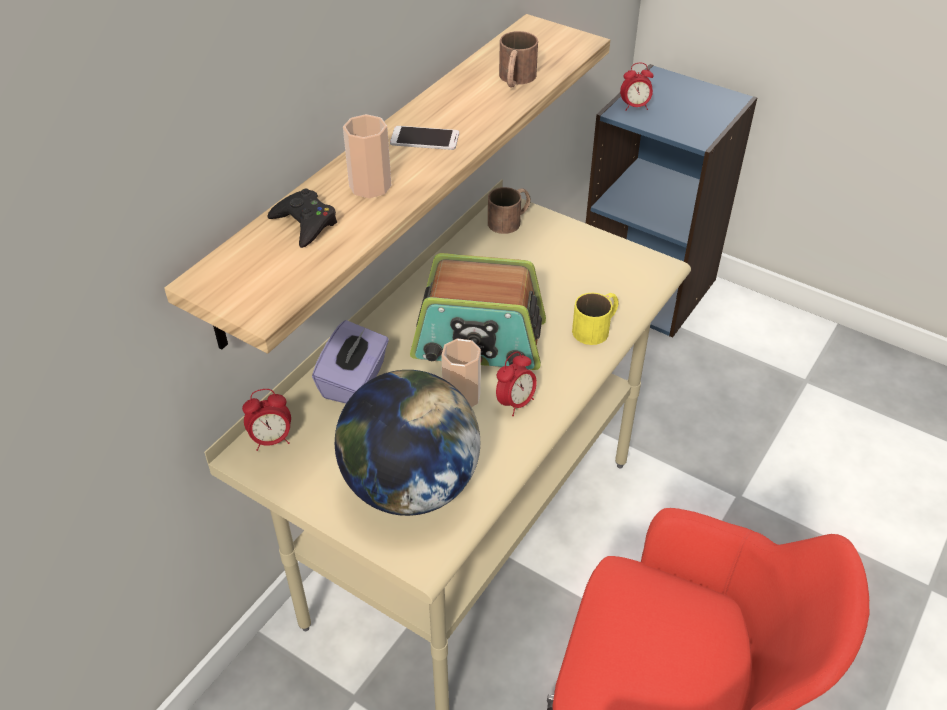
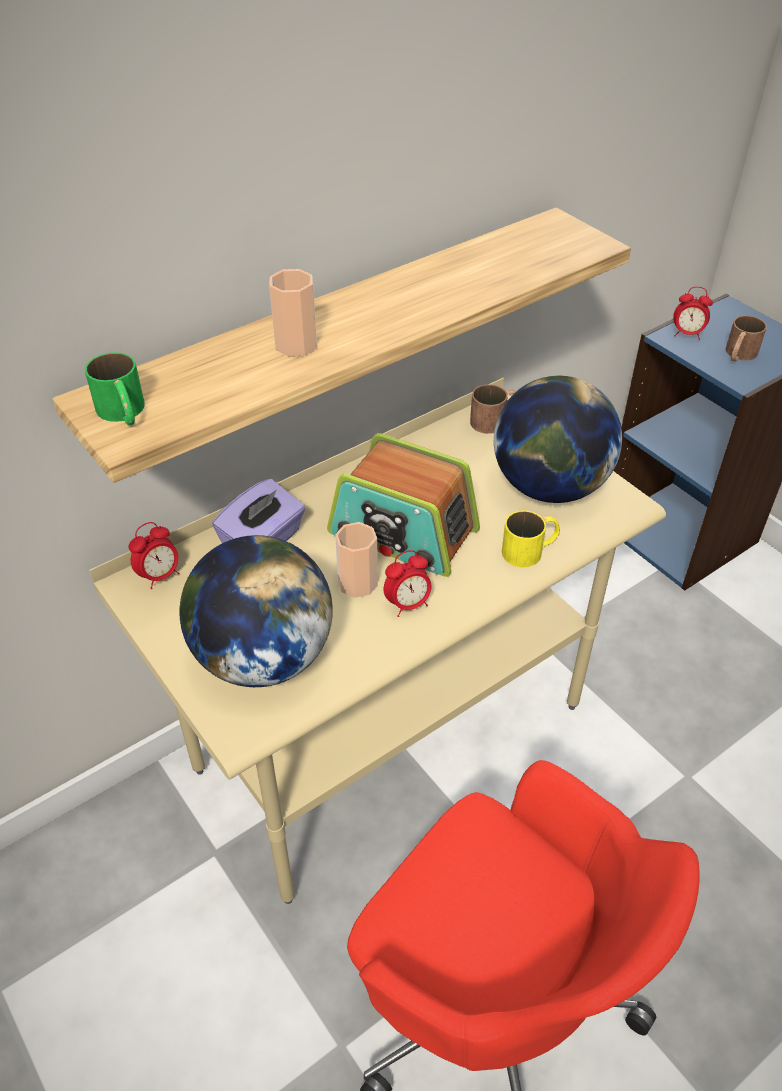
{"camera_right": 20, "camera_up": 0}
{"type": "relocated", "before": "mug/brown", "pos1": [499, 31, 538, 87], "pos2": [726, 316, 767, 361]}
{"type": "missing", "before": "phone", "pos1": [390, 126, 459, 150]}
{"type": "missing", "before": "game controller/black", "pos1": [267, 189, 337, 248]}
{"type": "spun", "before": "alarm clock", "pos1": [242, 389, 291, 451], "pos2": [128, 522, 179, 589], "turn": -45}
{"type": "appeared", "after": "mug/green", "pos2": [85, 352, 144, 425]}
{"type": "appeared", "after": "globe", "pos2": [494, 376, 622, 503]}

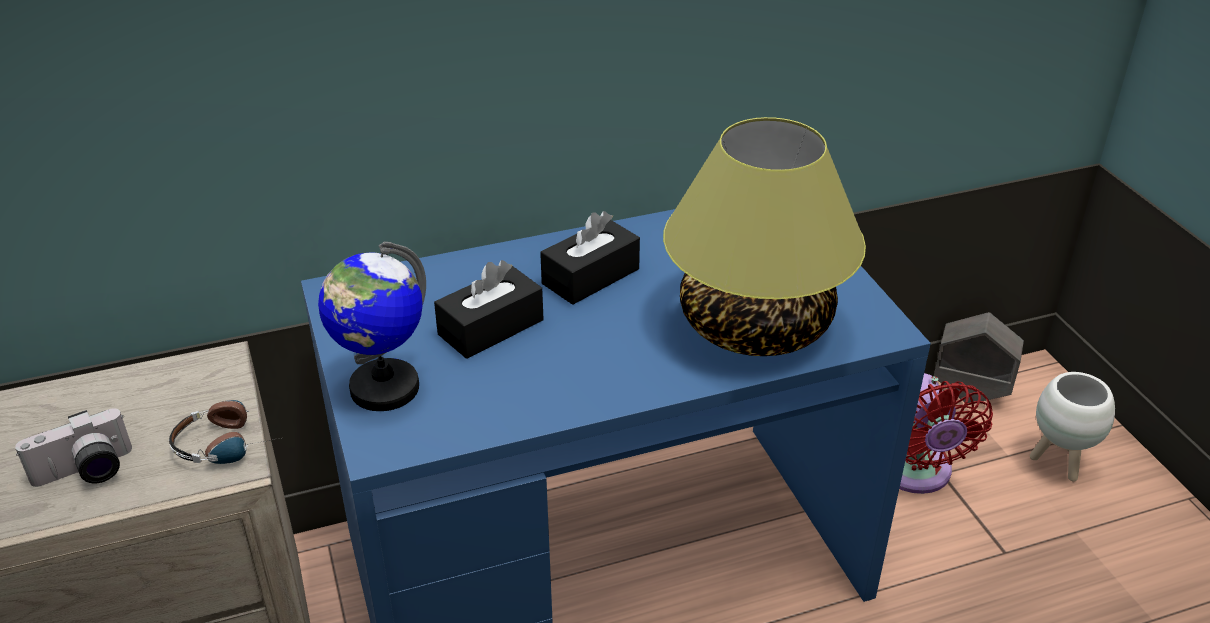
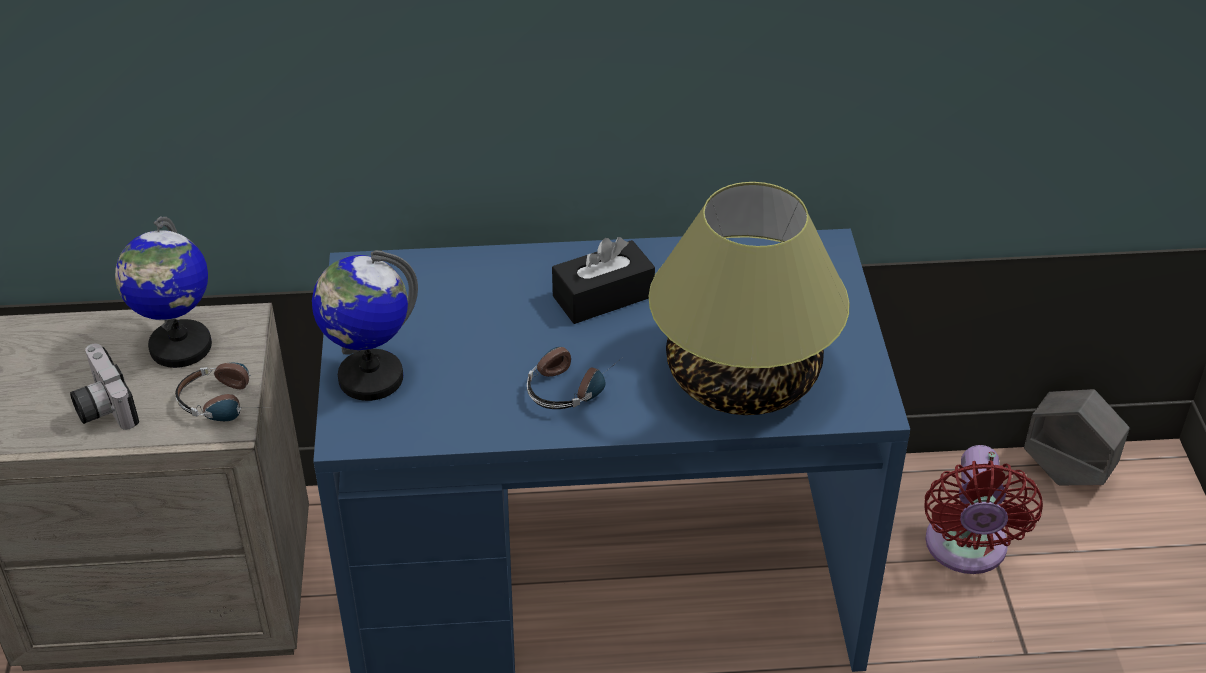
{"camera_right": 15, "camera_up": 5}
{"type": "missing", "before": "tissue box/black", "pos1": [434, 260, 544, 359]}
{"type": "missing", "before": "planter/white", "pos1": [1030, 372, 1115, 482]}
{"type": "spun", "before": "photo camera", "pos1": [15, 408, 132, 487], "pos2": [70, 343, 139, 430], "turn": 75}
{"type": "appeared", "after": "globe", "pos2": [115, 216, 212, 368]}
{"type": "appeared", "after": "headphones", "pos2": [527, 347, 618, 409]}

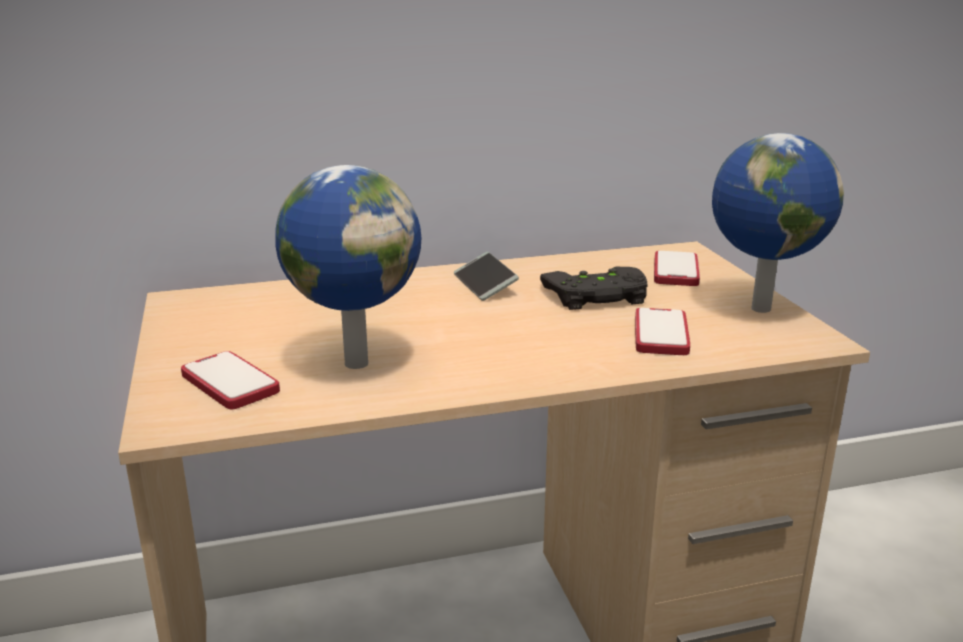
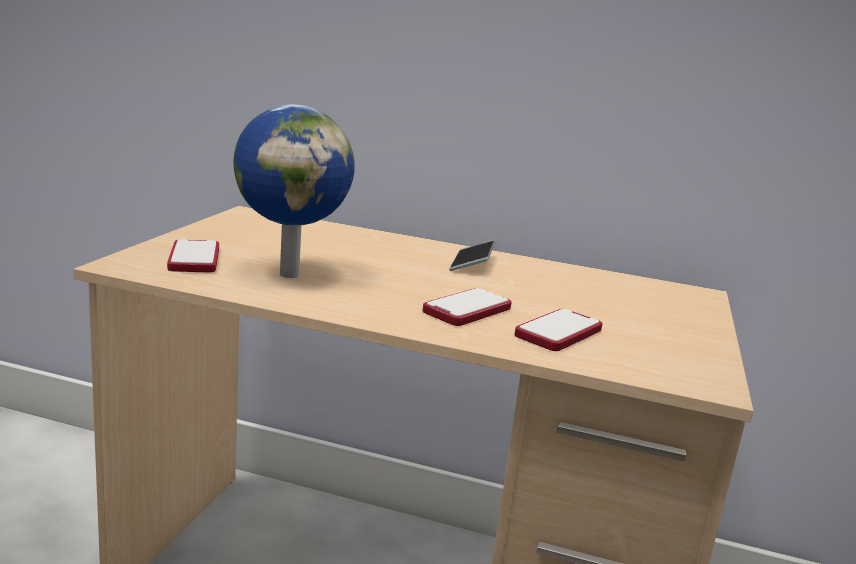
{"camera_right": 30, "camera_up": -5}
{"type": "missing", "before": "globe", "pos1": [712, 133, 844, 313]}
{"type": "relocated", "before": "phone", "pos1": [654, 251, 700, 286], "pos2": [423, 288, 512, 326]}
{"type": "missing", "before": "game controller/black", "pos1": [540, 267, 647, 310]}

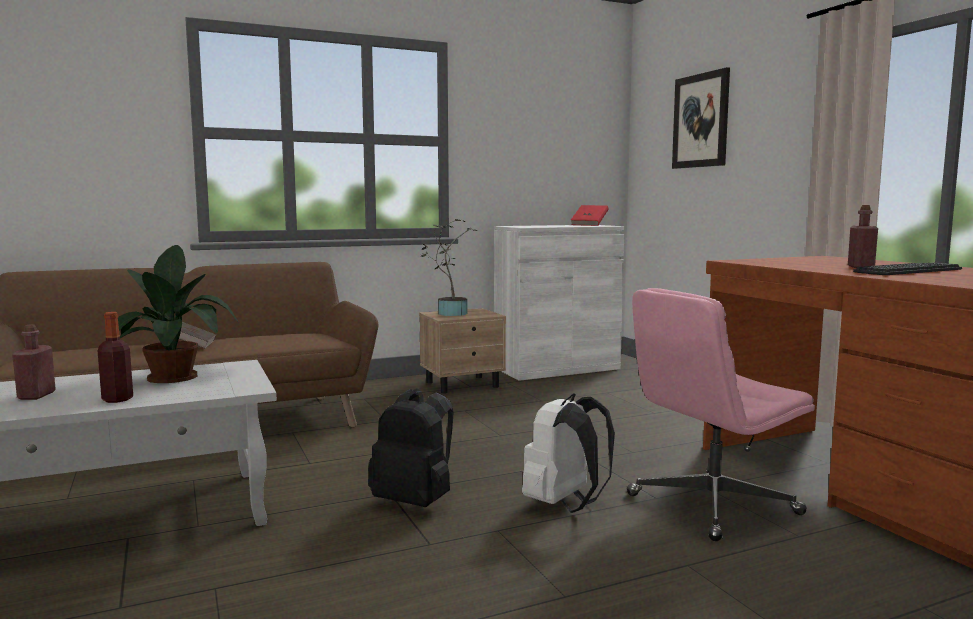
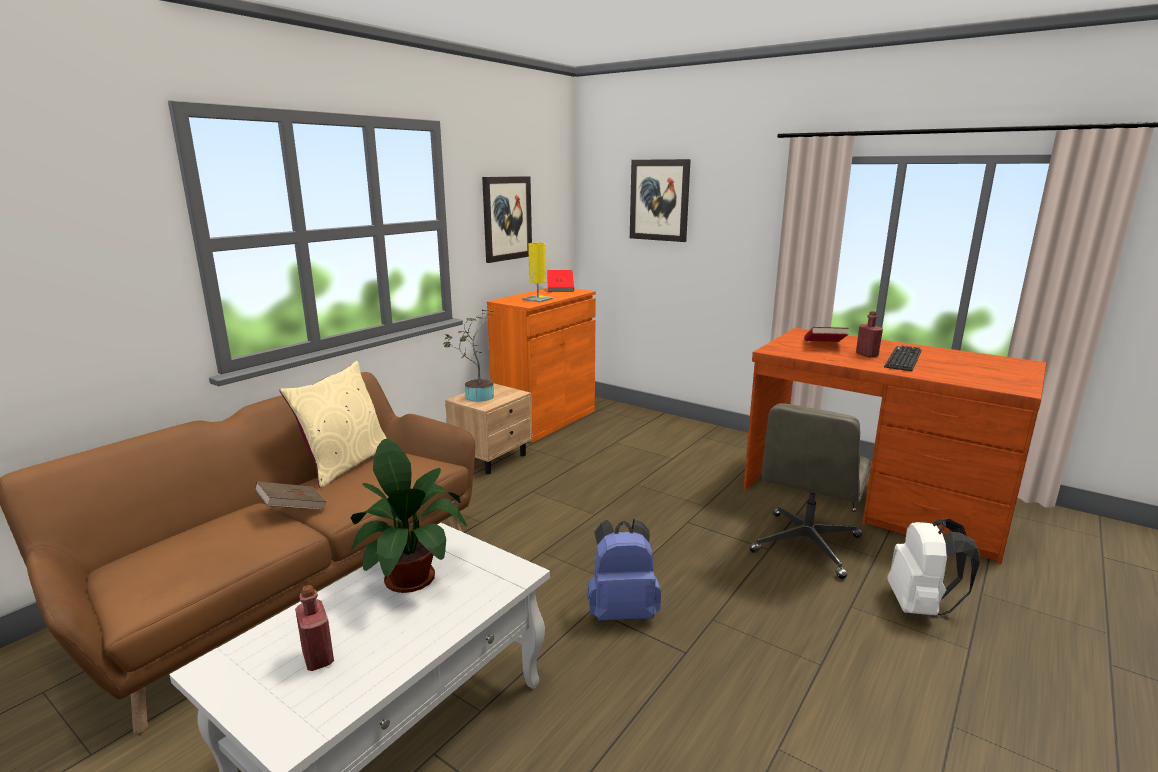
{"camera_right": -30, "camera_up": 10}
{"type": "colour", "before": "cabinet/white", "after": "cabinet/orange", "pos1": [494, 225, 625, 381], "pos2": [487, 288, 596, 443]}
{"type": "colour", "before": "office chair/pink", "after": "office chair/grey", "pos1": [627, 288, 815, 541], "pos2": [749, 403, 871, 579]}
{"type": "missing", "before": "bottle", "pos1": [97, 312, 133, 403]}
{"type": "colour", "before": "backpack/black", "after": "backpack/blue", "pos1": [368, 388, 454, 507], "pos2": [587, 519, 661, 621]}
{"type": "relocated", "before": "backpack/white", "pos1": [522, 393, 615, 513], "pos2": [887, 519, 980, 616]}
{"type": "appeared", "after": "picture", "pos2": [482, 176, 532, 263]}
{"type": "appeared", "after": "table lamp/yellow", "pos2": [522, 243, 553, 303]}
{"type": "appeared", "after": "book/red", "pos2": [804, 327, 848, 342]}
{"type": "appeared", "after": "pillow/beige", "pos2": [280, 361, 387, 488]}

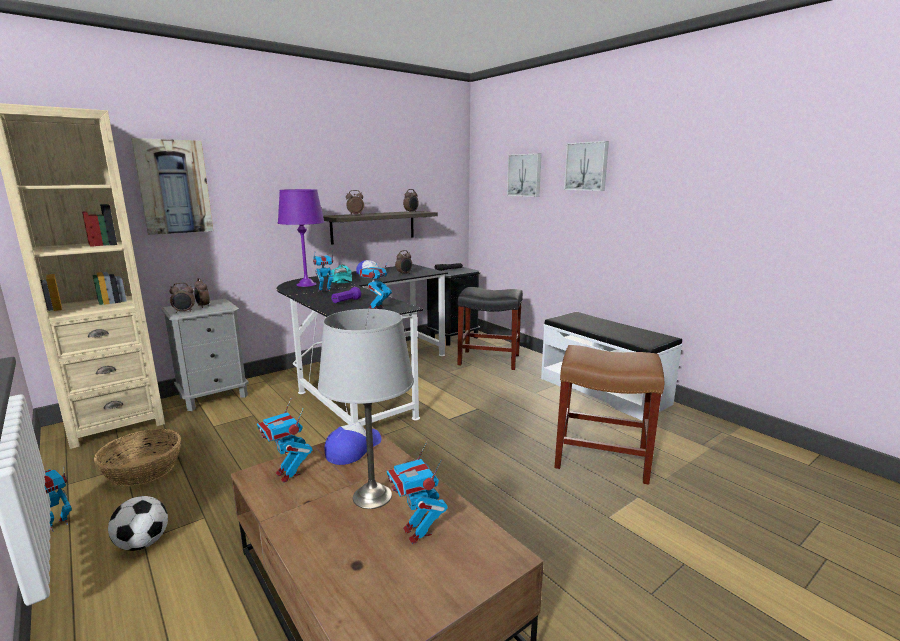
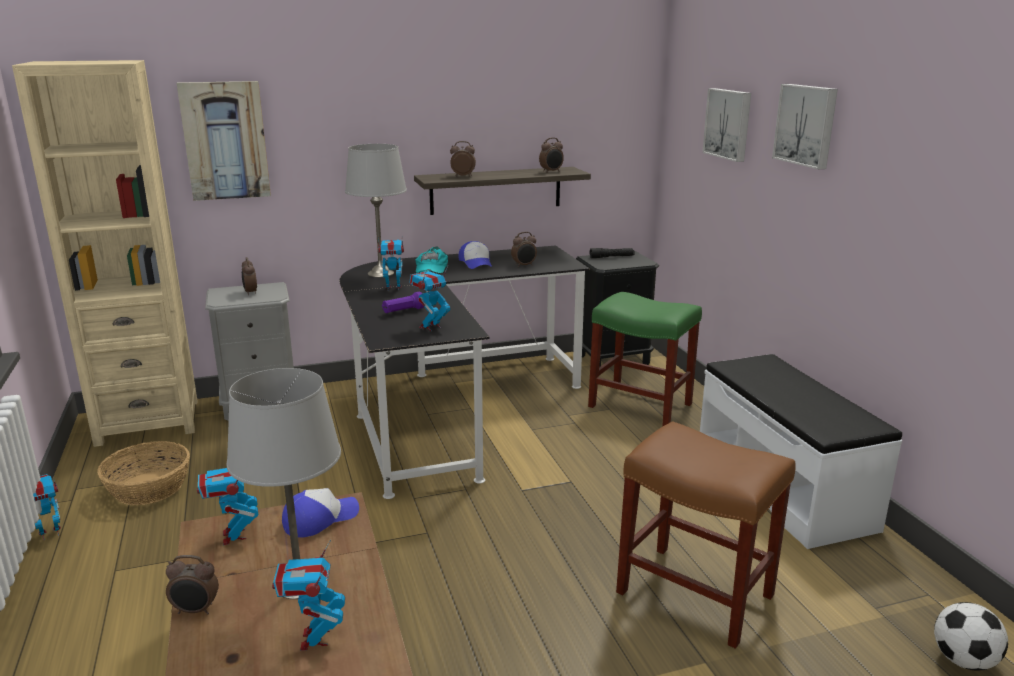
{"camera_right": 20, "camera_up": 5}
{"type": "colour", "before": "table lamp/purple", "after": "table lamp/grey", "pos1": [278, 189, 324, 287], "pos2": [345, 144, 407, 277]}
{"type": "relocated", "before": "alarm clock", "pos1": [169, 283, 195, 313], "pos2": [166, 555, 219, 615]}
{"type": "colour", "before": "stool/black", "after": "stool/green", "pos1": [458, 287, 523, 370], "pos2": [588, 292, 702, 427]}
{"type": "relocated", "before": "football", "pos1": [108, 496, 168, 551], "pos2": [934, 602, 1008, 671]}

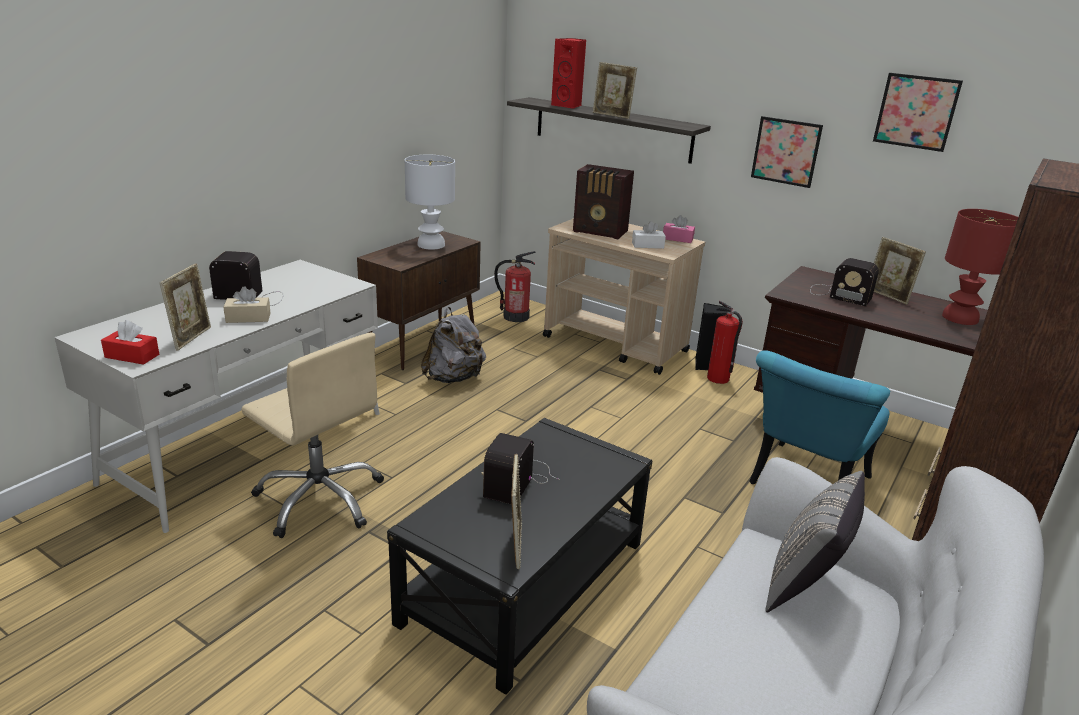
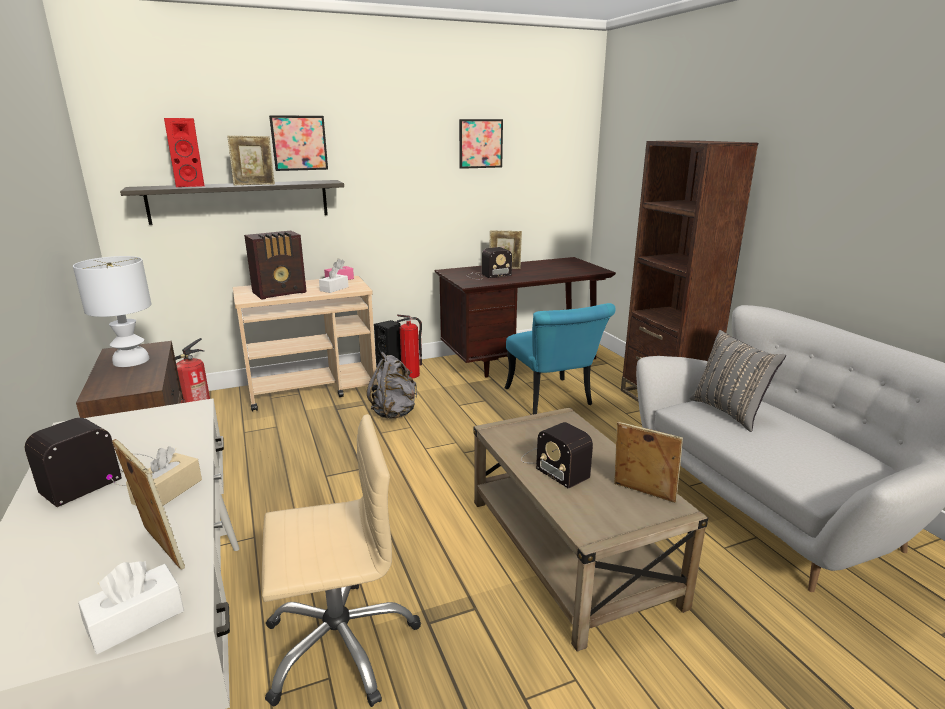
{"camera_right": -55, "camera_up": -5}
{"type": "relocated", "before": "picture", "pos1": [751, 116, 823, 188], "pos2": [269, 115, 328, 171]}
{"type": "missing", "before": "table lamp/red", "pos1": [942, 209, 1018, 325]}
{"type": "relocated", "before": "backpack/grey", "pos1": [421, 307, 486, 383], "pos2": [367, 352, 417, 419]}
{"type": "colour", "before": "tissue box/red", "after": "tissue box/white", "pos1": [101, 320, 159, 365], "pos2": [78, 561, 184, 654]}
{"type": "colour", "before": "coffee table/black", "after": "coffee table/beige", "pos1": [387, 418, 652, 695], "pos2": [474, 408, 708, 651]}

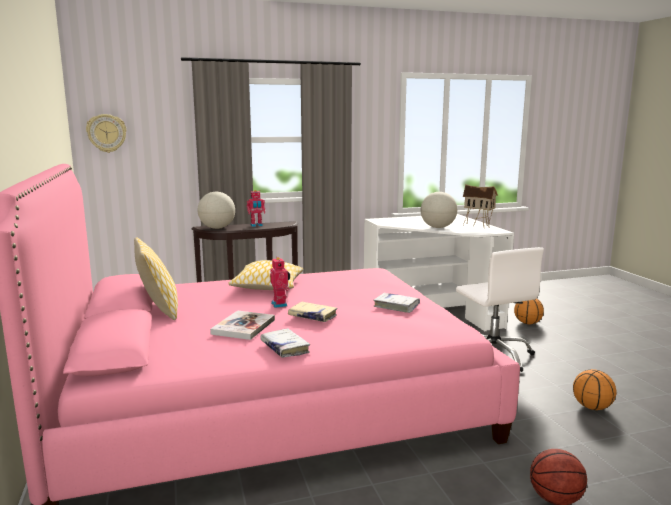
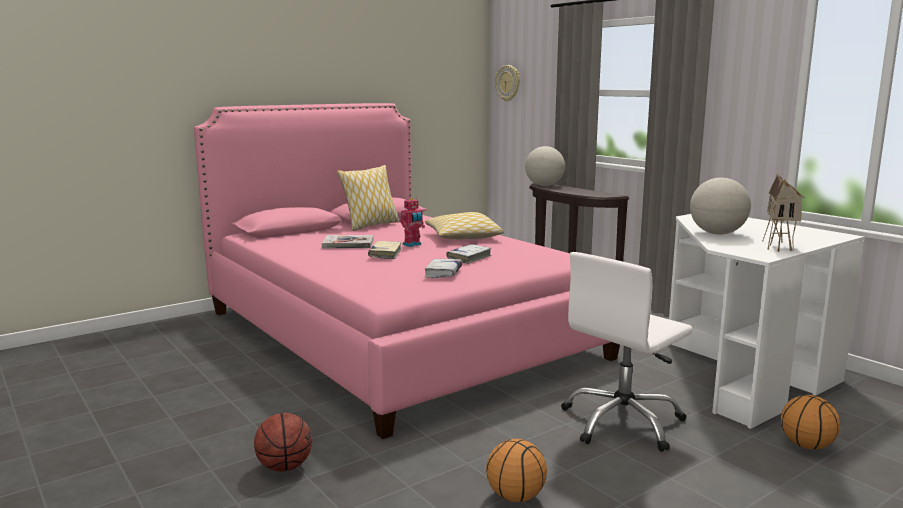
{"camera_right": 70, "camera_up": 0}
{"type": "missing", "before": "toy robot", "pos1": [247, 190, 265, 227]}
{"type": "relocated", "before": "book/white", "pos1": [260, 328, 310, 358], "pos2": [446, 244, 491, 264]}

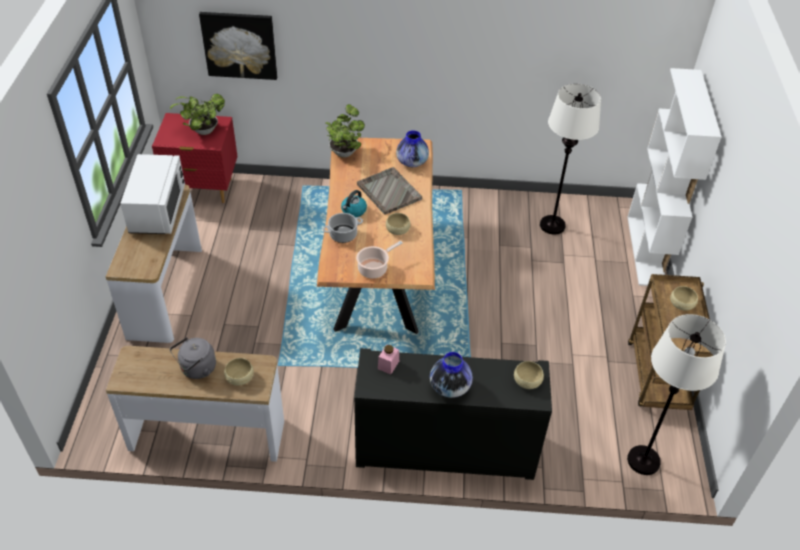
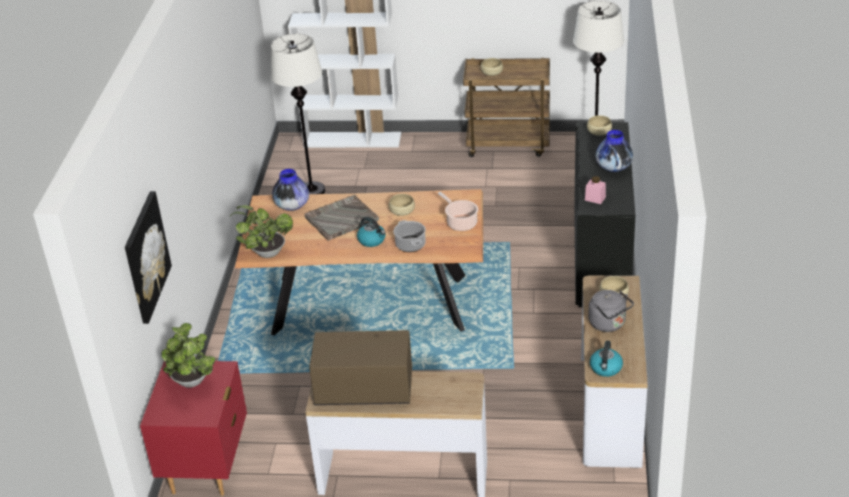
{"camera_right": -85, "camera_up": -10}
{"type": "colour", "before": "microwave/white", "after": "microwave/brown", "pos1": [120, 154, 185, 234], "pos2": [309, 330, 412, 405]}
{"type": "appeared", "after": "kettle", "pos2": [590, 341, 623, 377]}

